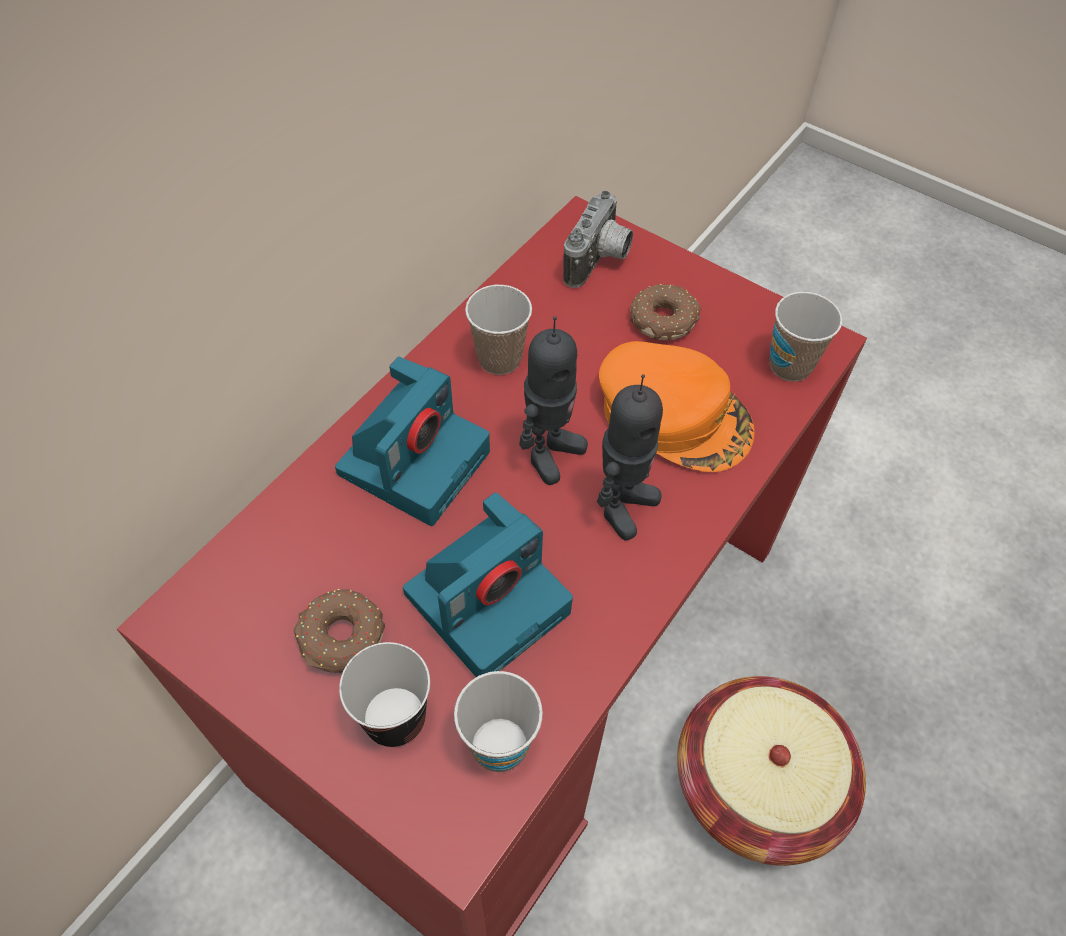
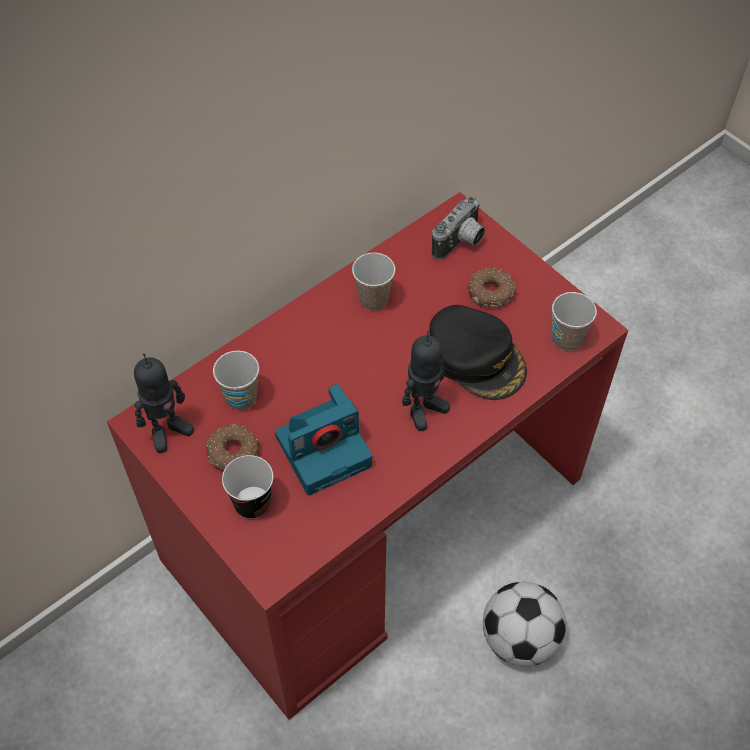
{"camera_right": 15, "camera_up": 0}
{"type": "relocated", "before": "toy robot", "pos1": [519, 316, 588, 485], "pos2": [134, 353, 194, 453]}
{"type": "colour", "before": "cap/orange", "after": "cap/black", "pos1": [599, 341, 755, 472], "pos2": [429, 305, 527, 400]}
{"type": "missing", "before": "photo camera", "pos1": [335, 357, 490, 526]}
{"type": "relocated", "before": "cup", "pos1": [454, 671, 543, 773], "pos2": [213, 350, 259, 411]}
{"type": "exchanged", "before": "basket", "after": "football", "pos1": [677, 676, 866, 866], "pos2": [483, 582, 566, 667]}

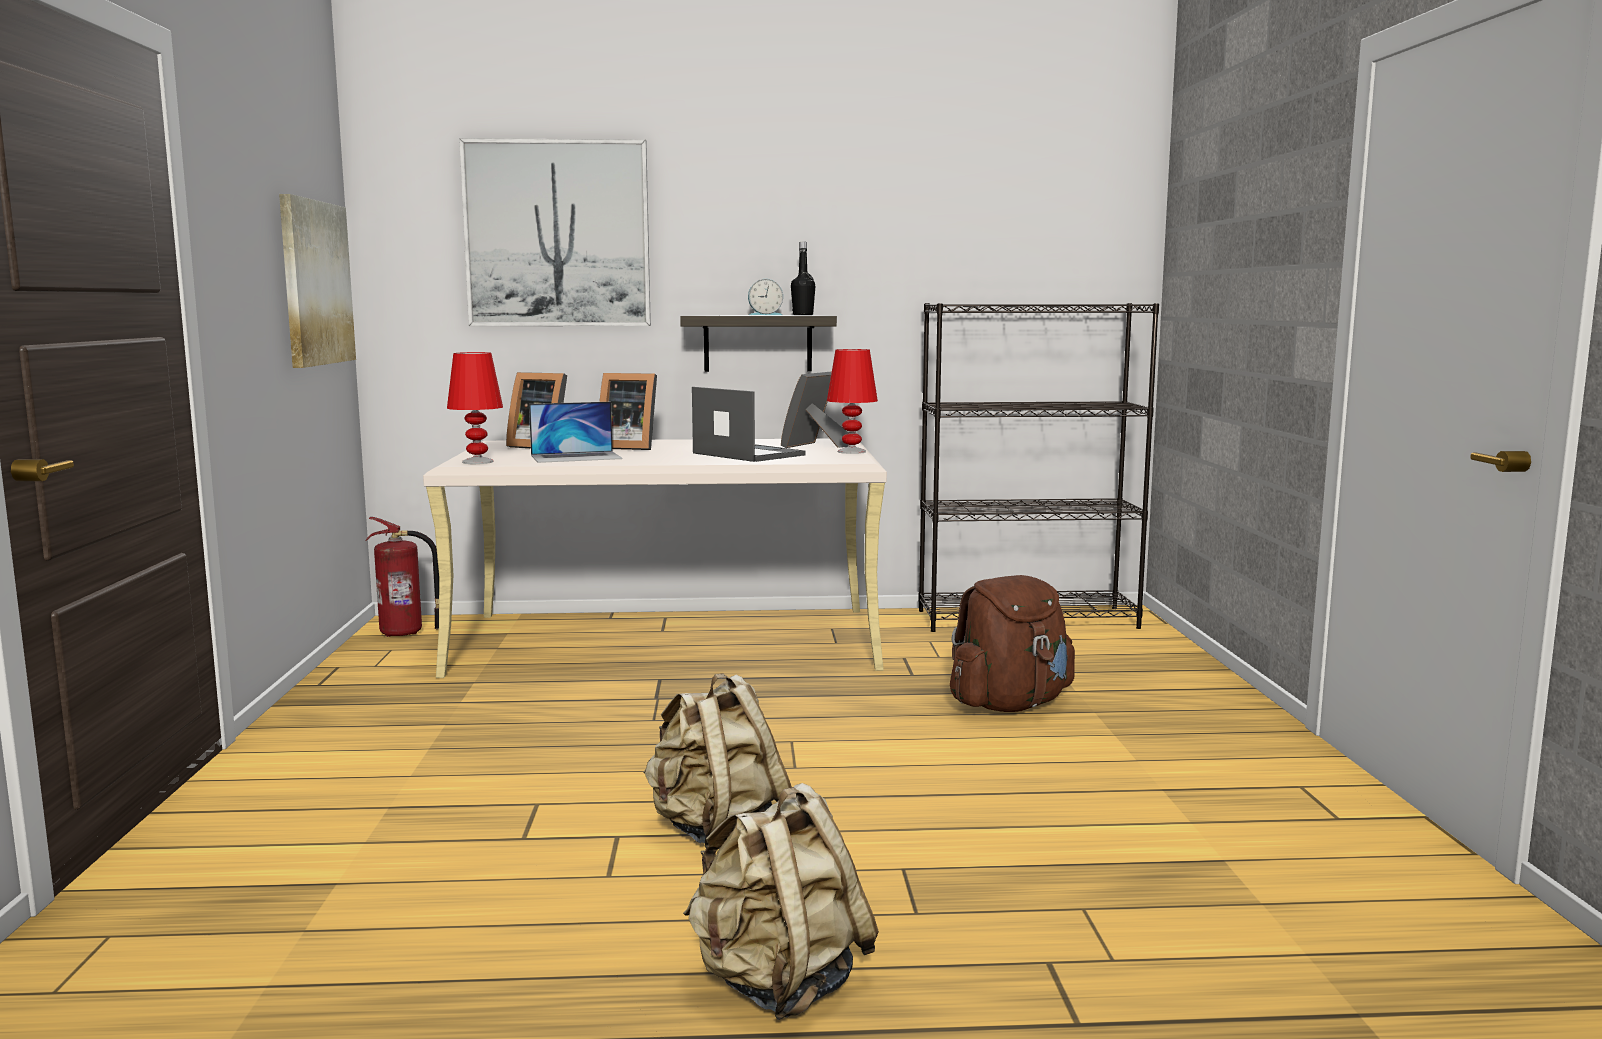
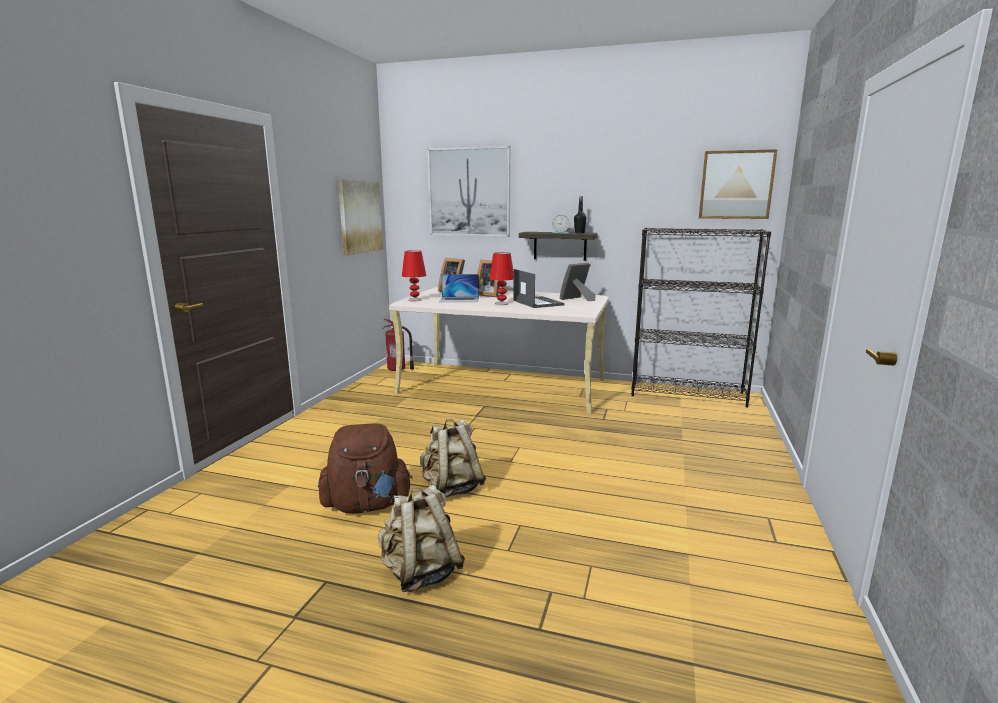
{"camera_right": 20, "camera_up": 5}
{"type": "relocated", "before": "table lamp/red", "pos1": [827, 349, 878, 454], "pos2": [489, 252, 515, 305]}
{"type": "relocated", "before": "backpack/brown", "pos1": [950, 575, 1075, 712], "pos2": [318, 423, 412, 513]}
{"type": "appeared", "after": "picture", "pos2": [699, 149, 777, 219]}

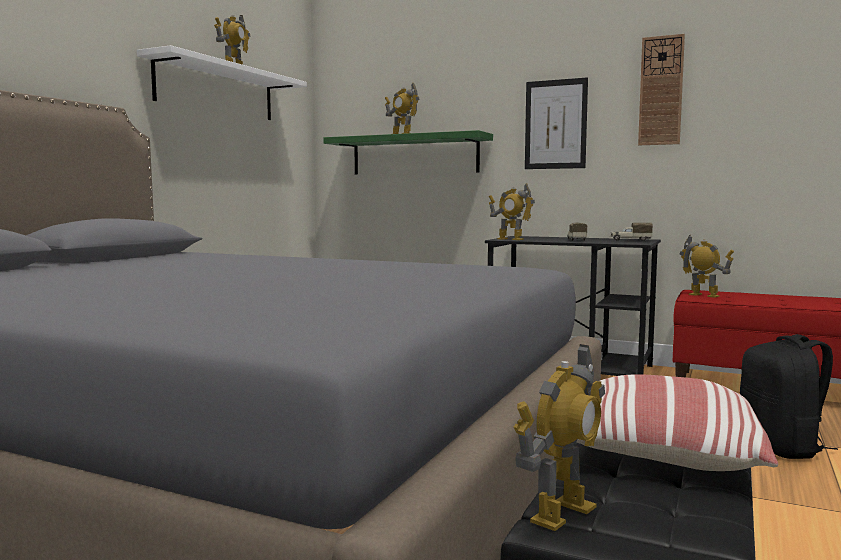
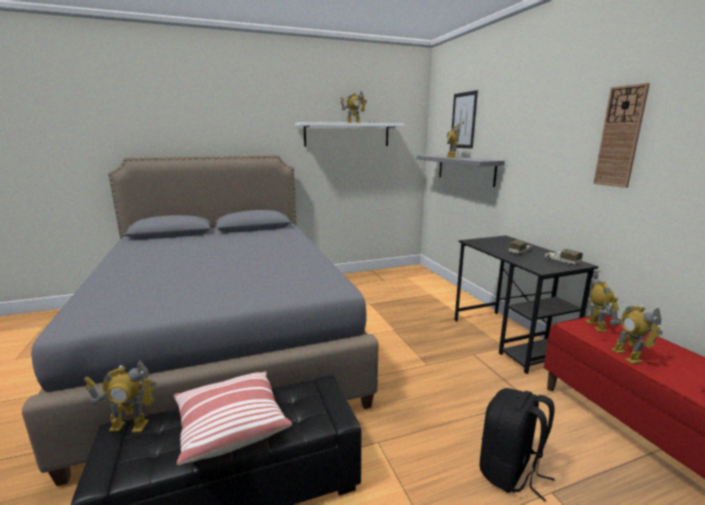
{"camera_right": 45, "camera_up": 10}
{"type": "relocated", "before": "picture", "pos1": [525, 77, 588, 169], "pos2": [450, 90, 478, 149]}
{"type": "colour", "before": "shelf/green", "after": "shelf/grey", "pos1": [323, 130, 493, 175], "pos2": [417, 155, 505, 187]}
{"type": "relocated", "before": "toy robot", "pos1": [489, 183, 535, 240], "pos2": [610, 302, 662, 364]}

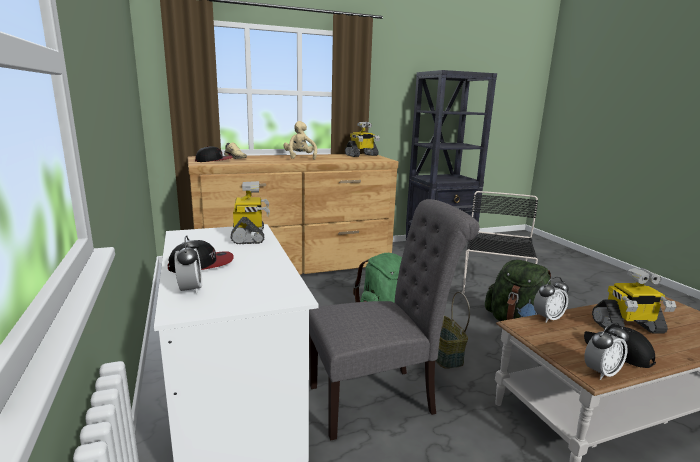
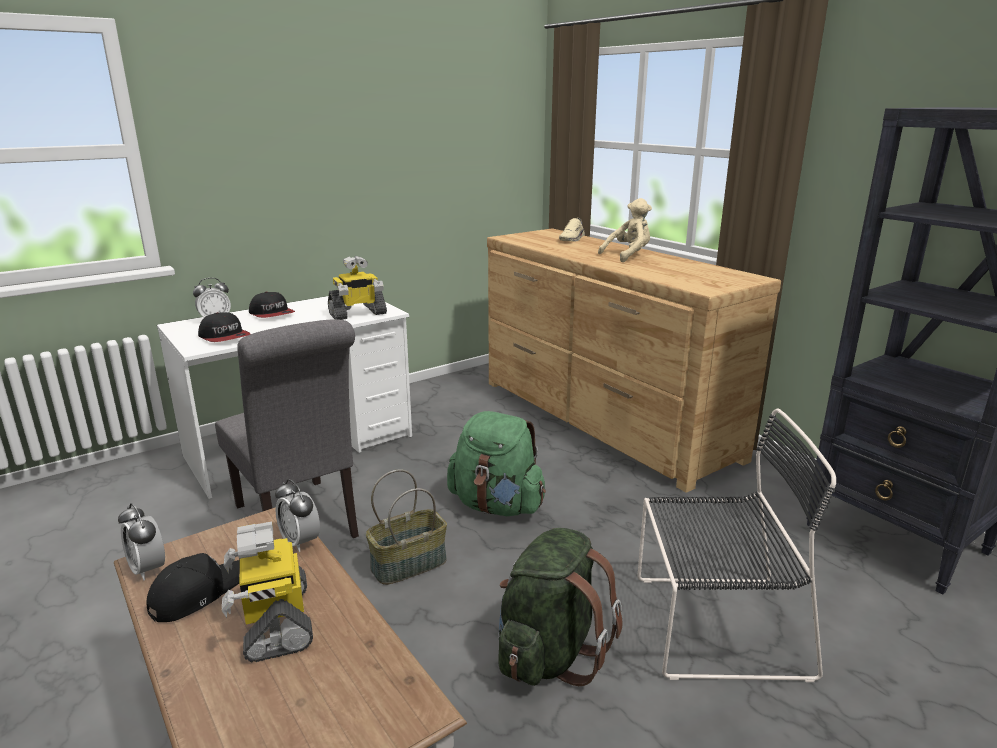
{"camera_right": 75, "camera_up": 5}
{"type": "missing", "before": "toy robot", "pos1": [345, 122, 380, 157]}
{"type": "relocated", "before": "cap", "pos1": [195, 146, 233, 162], "pos2": [198, 312, 250, 342]}

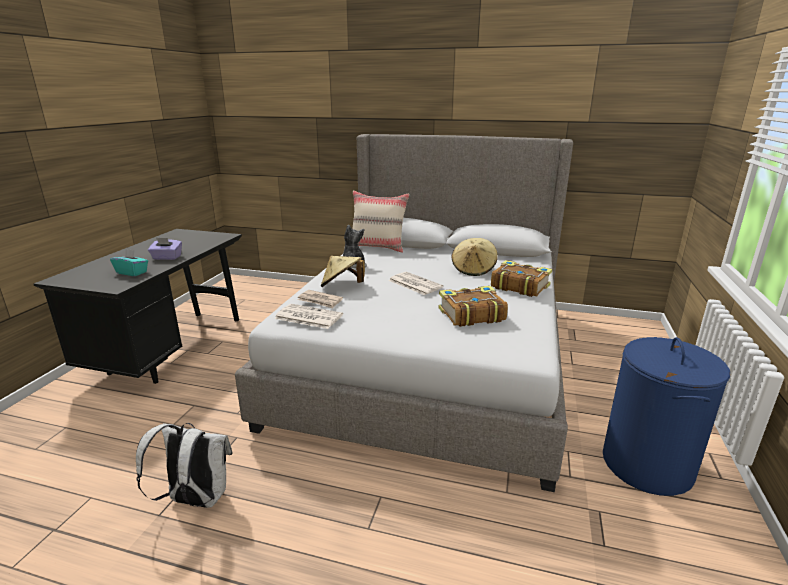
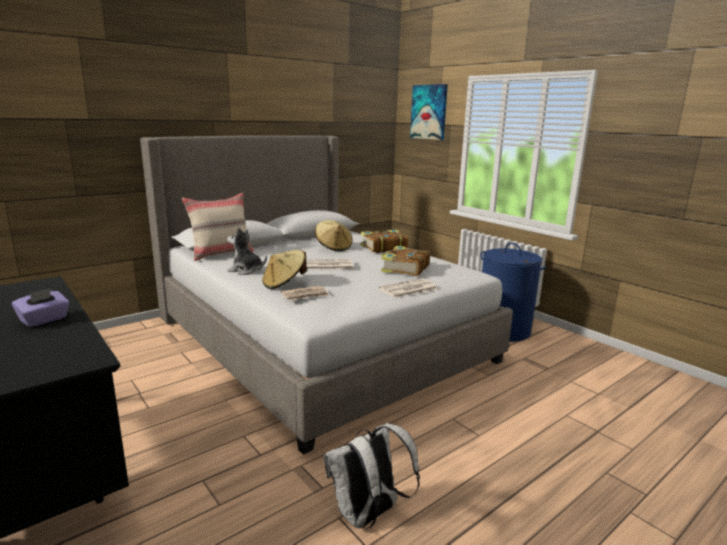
{"camera_right": -55, "camera_up": -5}
{"type": "missing", "before": "tissue box/turquoise", "pos1": [110, 249, 148, 276]}
{"type": "relocated", "before": "newspaper", "pos1": [274, 304, 343, 329], "pos2": [379, 278, 438, 298]}
{"type": "appeared", "after": "picture", "pos2": [410, 84, 448, 140]}

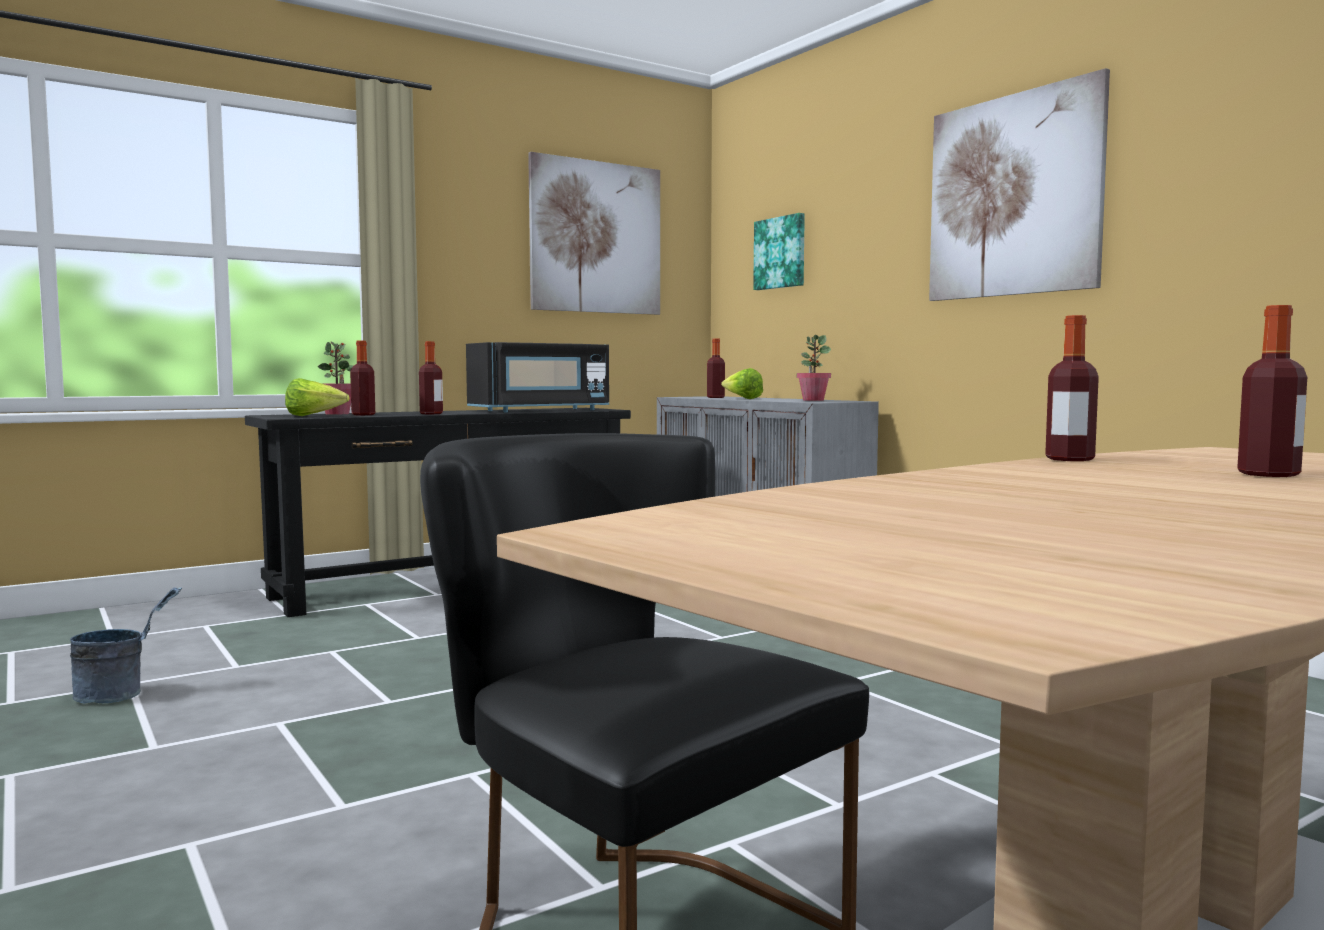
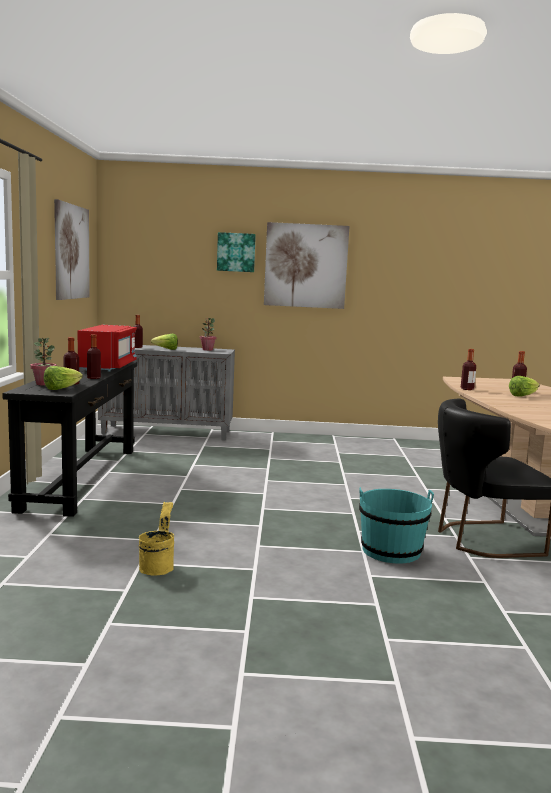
{"camera_right": -55, "camera_up": 5}
{"type": "relocated", "before": "picture", "pos1": [753, 213, 805, 290], "pos2": [217, 232, 256, 272]}
{"type": "colour", "before": "microwave/black", "after": "microwave/red", "pos1": [466, 342, 609, 412], "pos2": [78, 325, 137, 372]}
{"type": "colour", "before": "bucket/grey", "after": "bucket/yellow", "pos1": [70, 587, 182, 703], "pos2": [139, 501, 174, 576]}
{"type": "appeared", "after": "lettuce", "pos2": [509, 376, 539, 397]}
{"type": "appeared", "after": "bucket/turquoise", "pos2": [359, 487, 434, 564]}

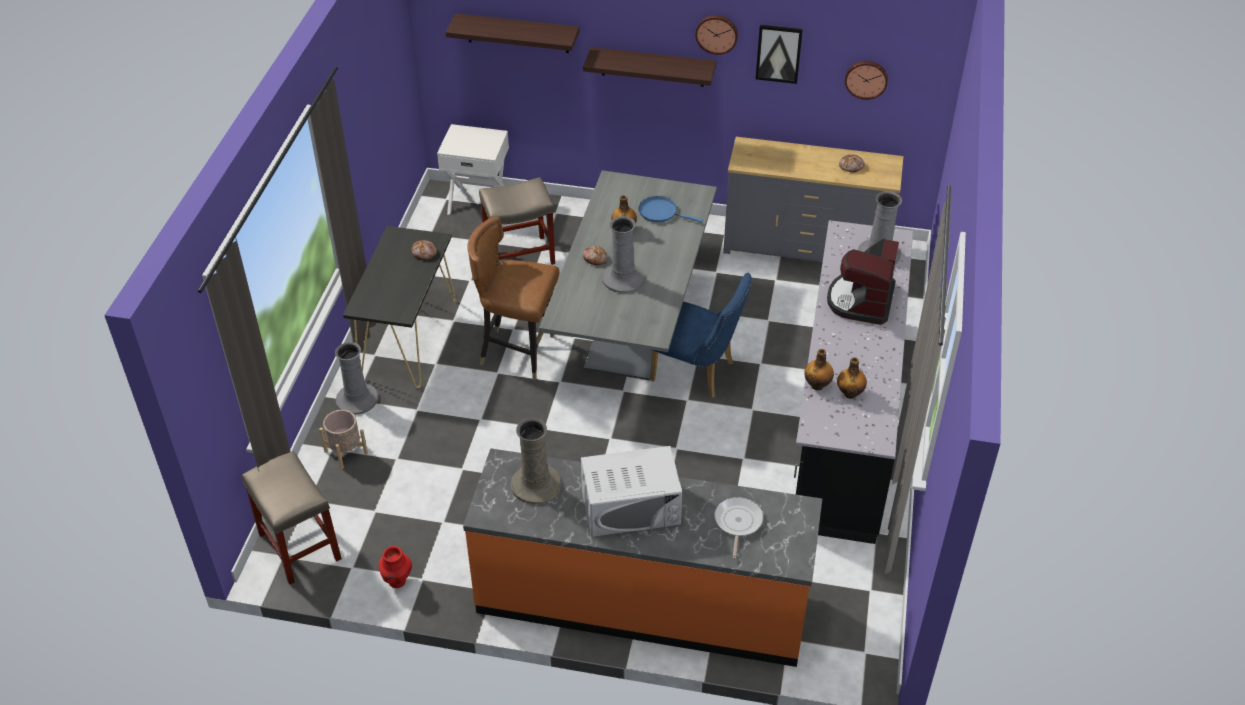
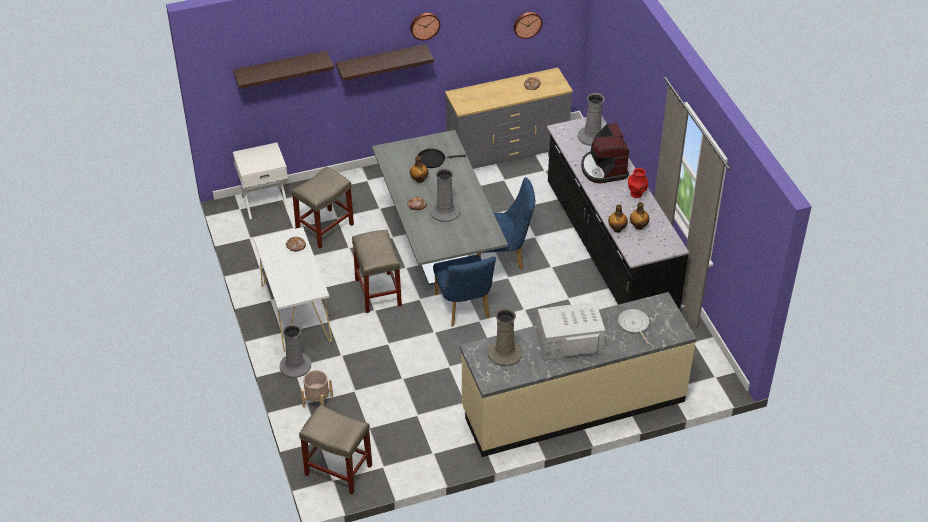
{"camera_right": -30, "camera_up": 0}
{"type": "missing", "before": "picture", "pos1": [756, 24, 803, 84]}
{"type": "colour", "before": "frying pan/blue", "after": "frying pan/black", "pos1": [638, 196, 703, 223], "pos2": [418, 149, 466, 168]}
{"type": "exchanged", "before": "chair/brown", "after": "stool/beige", "pos1": [467, 216, 560, 380], "pos2": [352, 230, 402, 313]}
{"type": "colour", "before": "console table/black", "after": "console table/white", "pos1": [343, 226, 456, 388], "pos2": [254, 227, 332, 353]}
{"type": "spun", "before": "microwave/white", "pos1": [581, 446, 682, 537], "pos2": [536, 302, 605, 361], "turn": -150}
{"type": "colour", "before": "counter/orange", "after": "counter/beige", "pos1": [463, 448, 822, 667], "pos2": [460, 292, 697, 457]}
{"type": "relocated", "before": "vase/red", "pos1": [378, 546, 412, 588], "pos2": [628, 168, 648, 198]}
{"type": "appeared", "after": "chair/blue", "pos2": [433, 255, 496, 327]}

